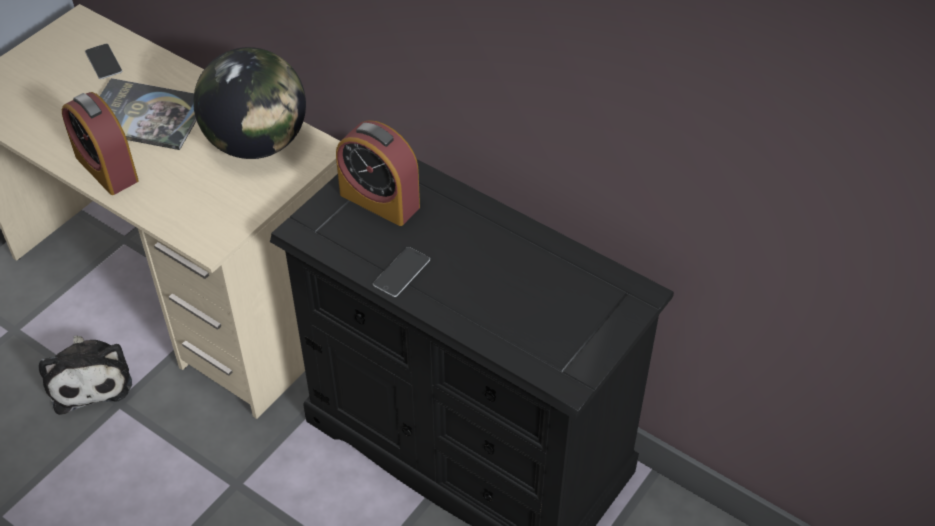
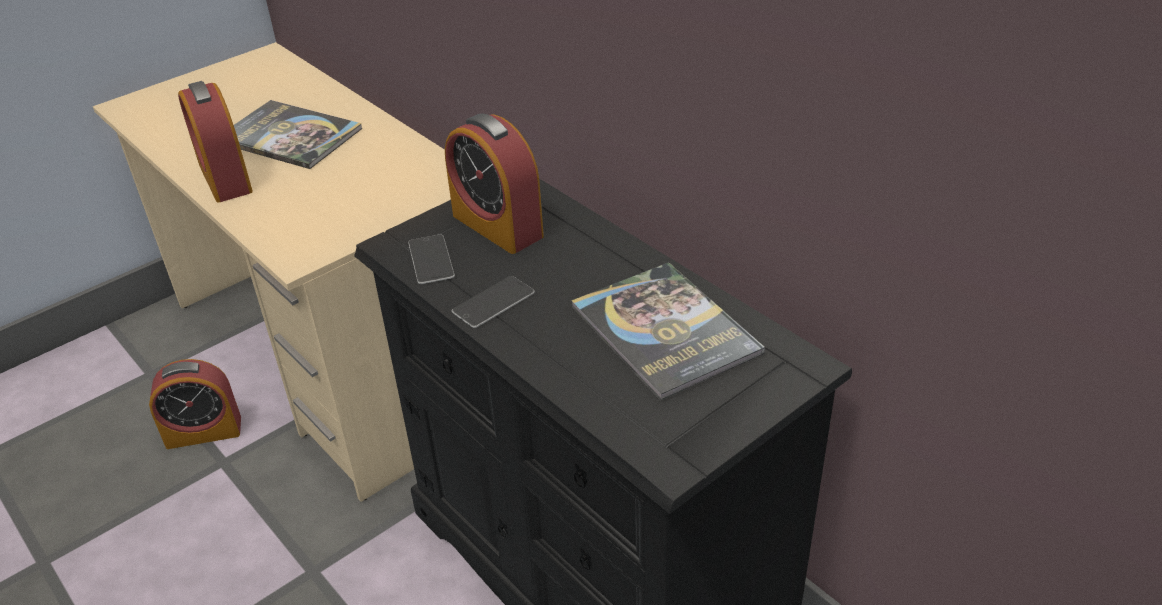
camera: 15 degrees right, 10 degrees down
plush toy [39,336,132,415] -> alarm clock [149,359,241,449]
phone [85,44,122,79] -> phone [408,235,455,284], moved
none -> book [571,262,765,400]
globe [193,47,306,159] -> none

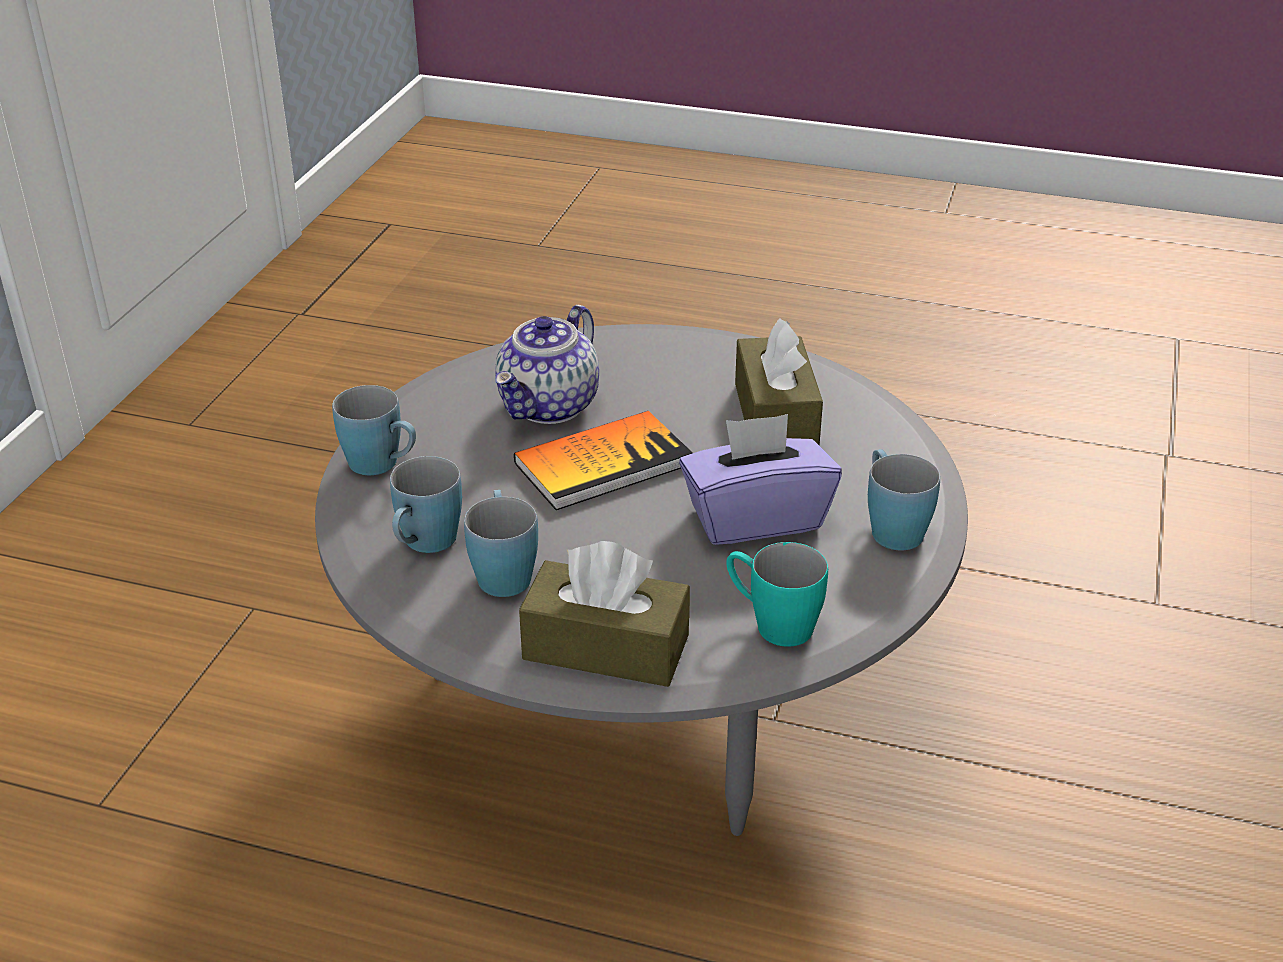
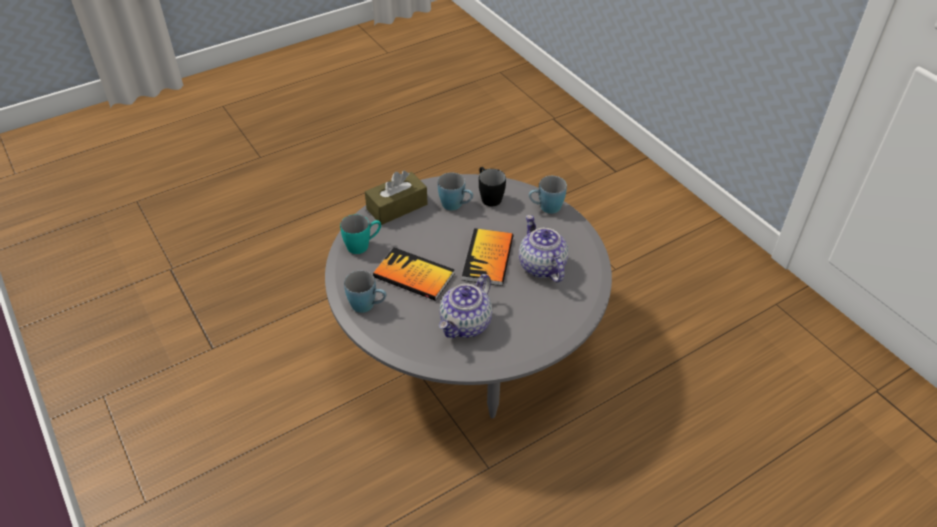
camera: 130 degrees right, 10 degrees up
tissue box in purple [679,414,842,545] -> book [373,248,455,301]
tissue box in brown [735,318,823,445] -> teapot [439,274,492,338]
mug in blue [390,456,462,553] -> mug in black [479,167,506,206]

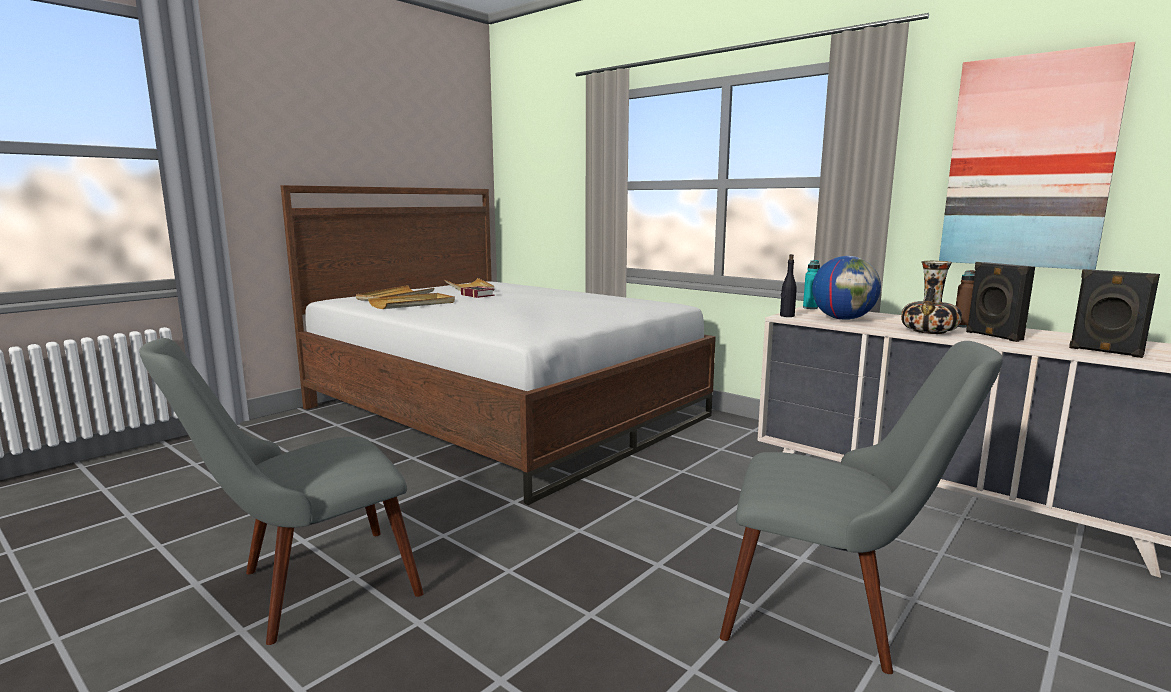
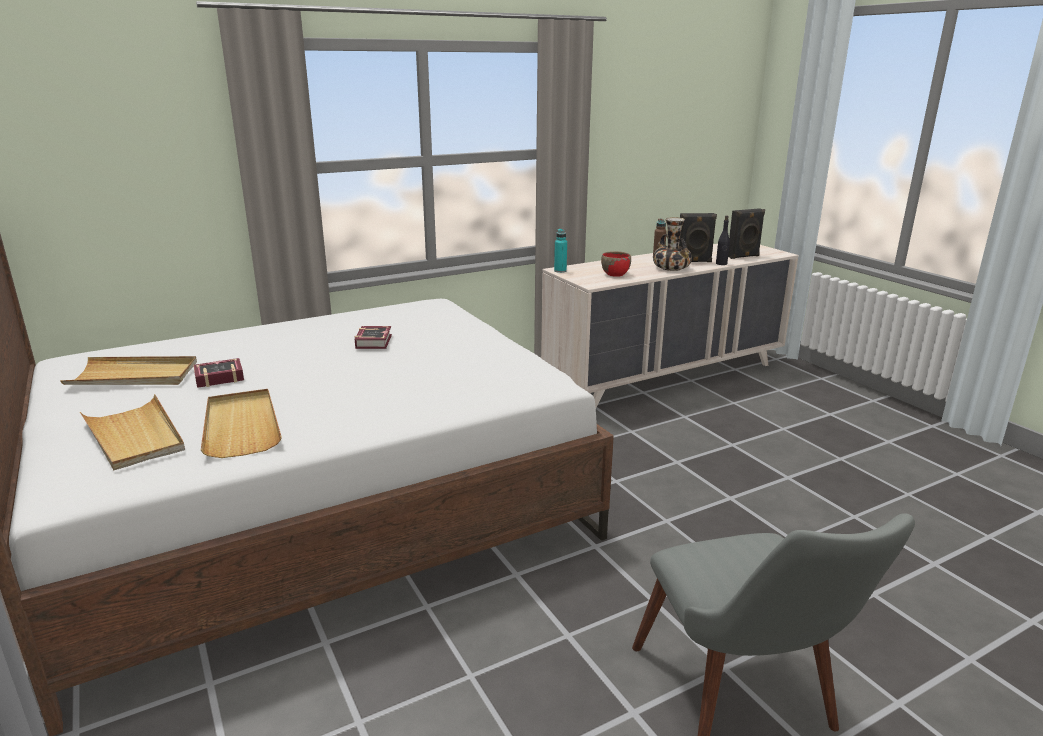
camera: 70 degrees left, 10 degrees up
none -> book [355,326,392,349]
globe [812,256,881,320] -> bowl in red [601,251,631,277]
bottle in black [780,254,797,317] -> bottle in black [716,215,730,265], moved
chair in grey [720,341,1003,674] -> none
picture [939,42,1135,270] -> none

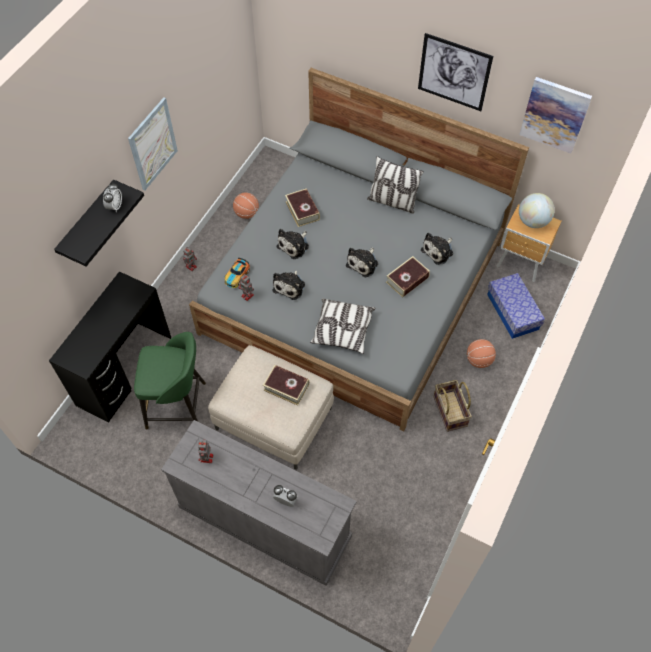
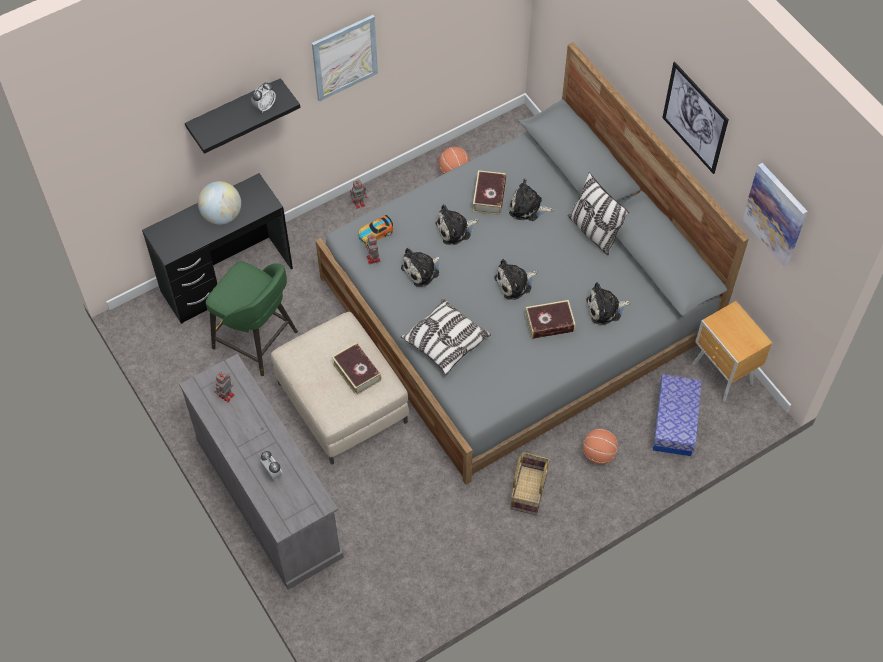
camera: 30 degrees right, 0 degrees up
globe [519,193,555,228] -> globe [198,181,241,225], moved
none -> plush toy [509,179,554,221]

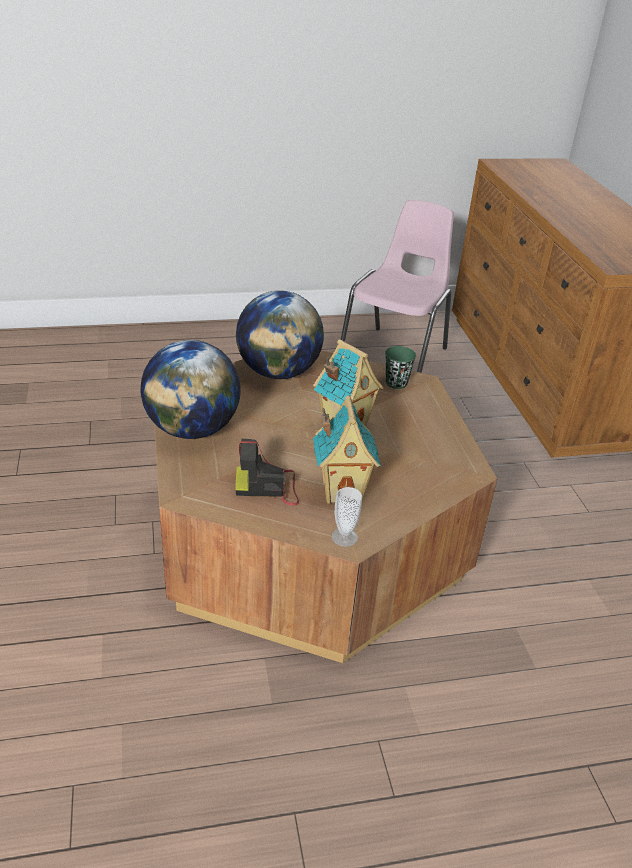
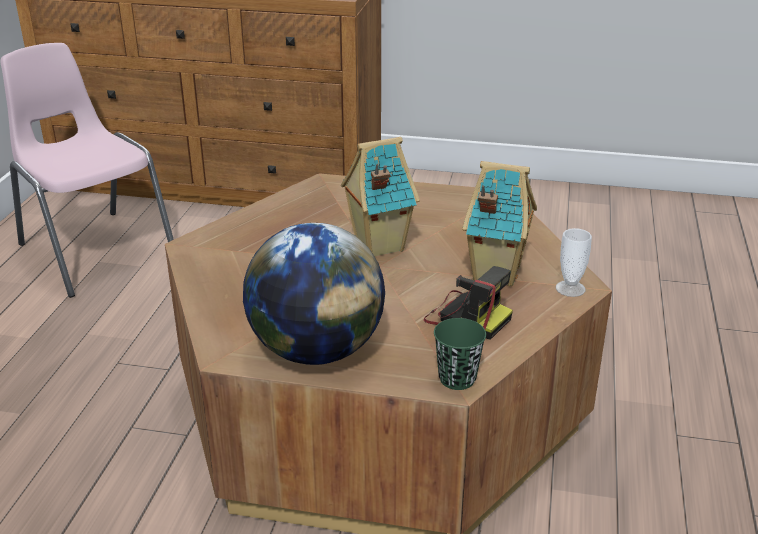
camera: 65 degrees left, 5 degrees down
photo camera [235,439,299,506] -> photo camera [424,266,513,340], 75 degrees counterclockwise
cup in green [385,346,416,389] -> cup in green [434,318,486,390], moved
globe [236,290,324,379] -> none

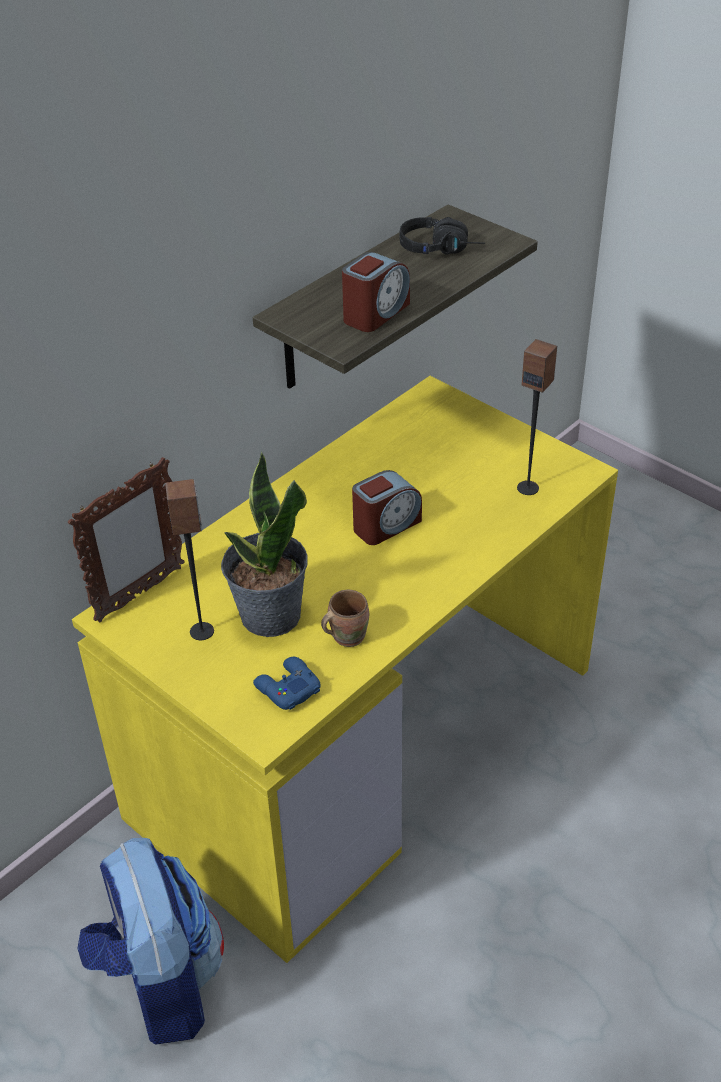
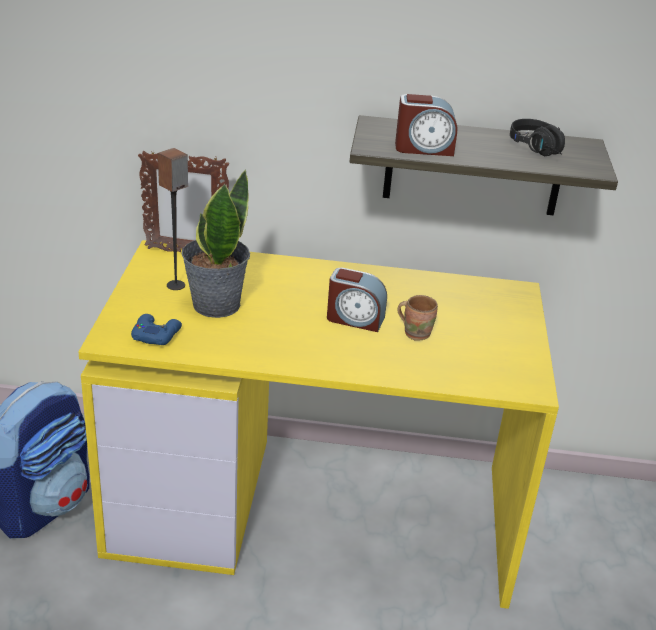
camera: 50 degrees right, 10 degrees down
mug in brown [321,590,369,647] -> mug in brown [398,295,438,341], moved
speaker [517,339,557,495] -> none

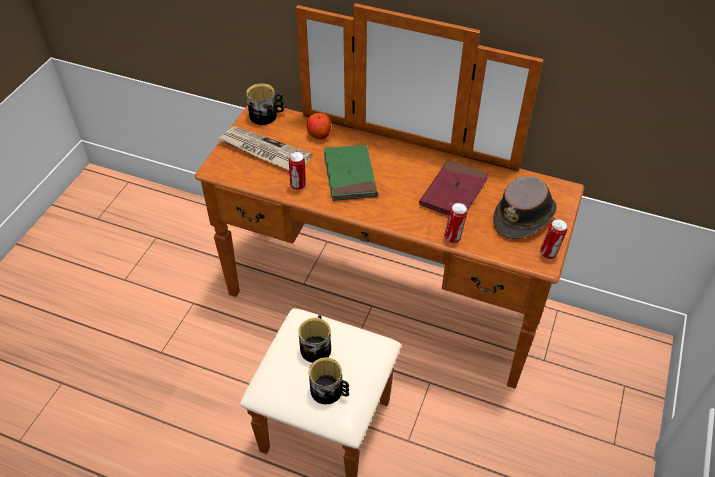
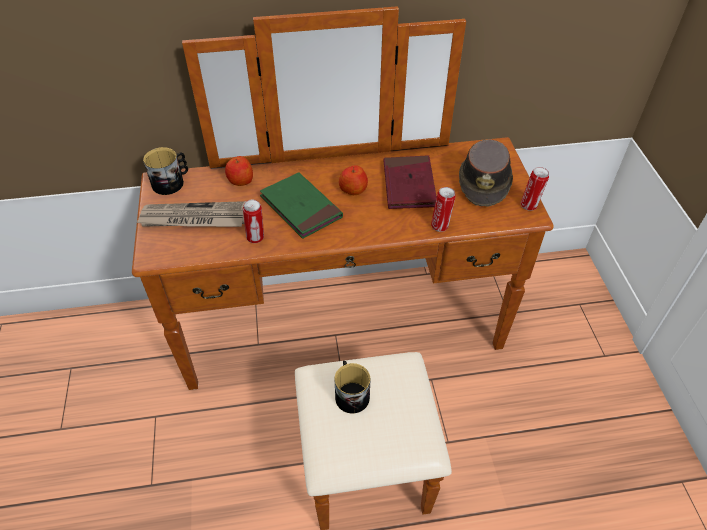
camera: 30 degrees left, 0 degrees up
none -> apple [339,165,368,195]
mug [309,357,349,404] -> none

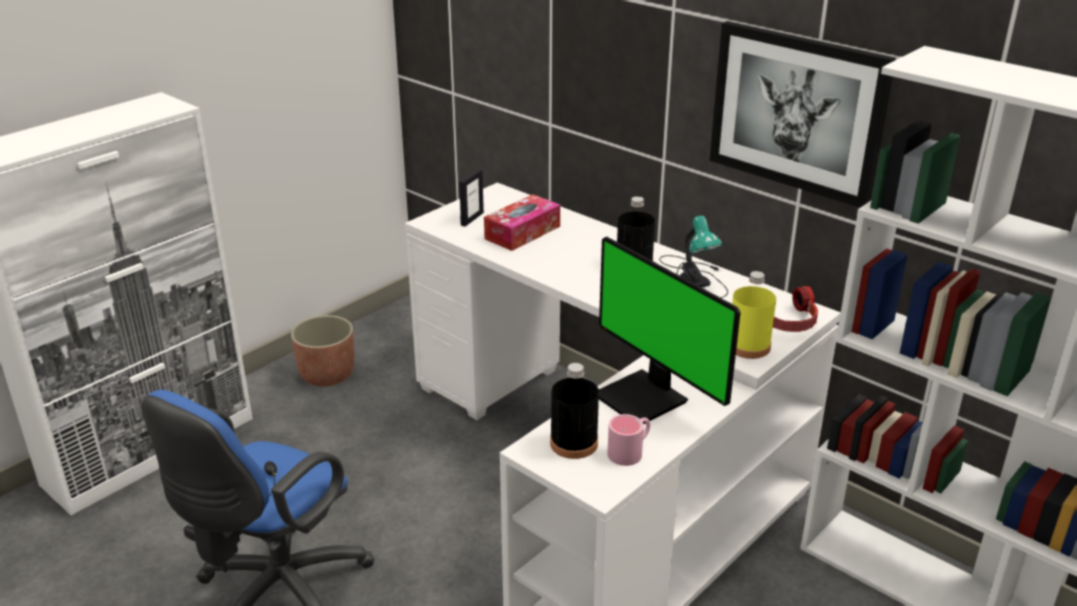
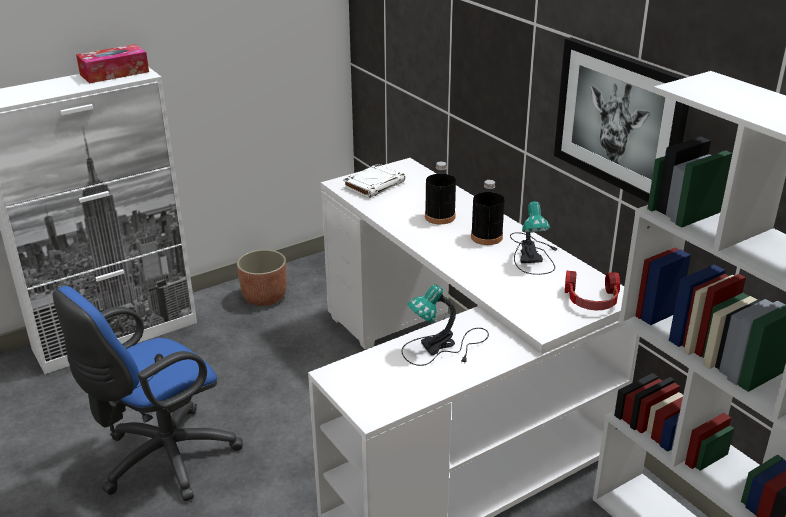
camera: 15 degrees right, 0 degrees up
tissue box [484,194,560,251] -> tissue box [76,44,149,84], moved
picture frame [459,169,484,227] -> book in white [343,164,405,198]
monitor [599,237,741,424] -> table lamp [401,285,489,366]
bottle in black [550,363,599,459] -> bottle in black [425,161,456,224], moved
mug in pink [607,414,650,466] -> none
bottle in yellow [732,271,776,359] -> none

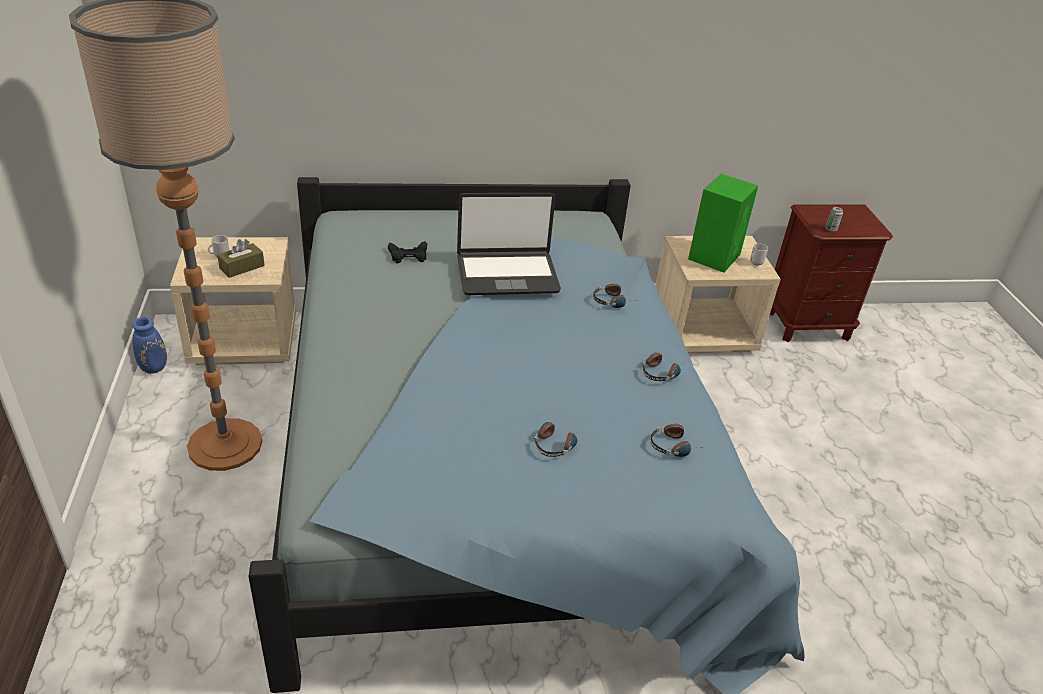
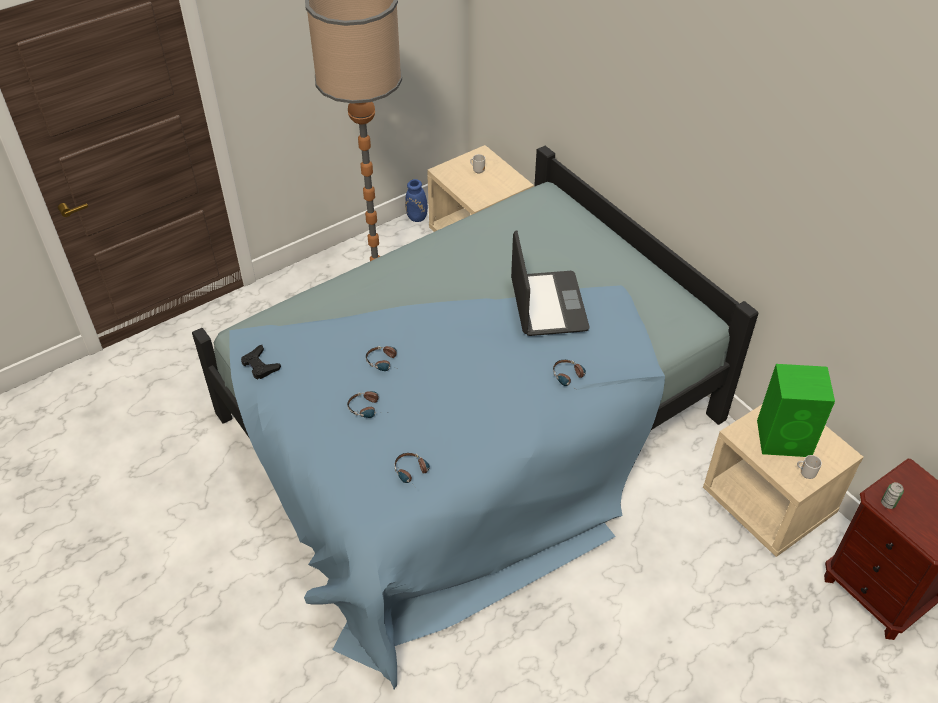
camera: 65 degrees right, 10 degrees up
game controller in black [388,241,427,263] -> game controller in black [241,345,281,380], moved
headphones [642,352,688,381] -> headphones [366,346,399,371], moved
laptop [457,193,561,295] -> laptop [511,230,590,336], 150 degrees counterclockwise
tissue box in brown [217,239,265,278] -> none

